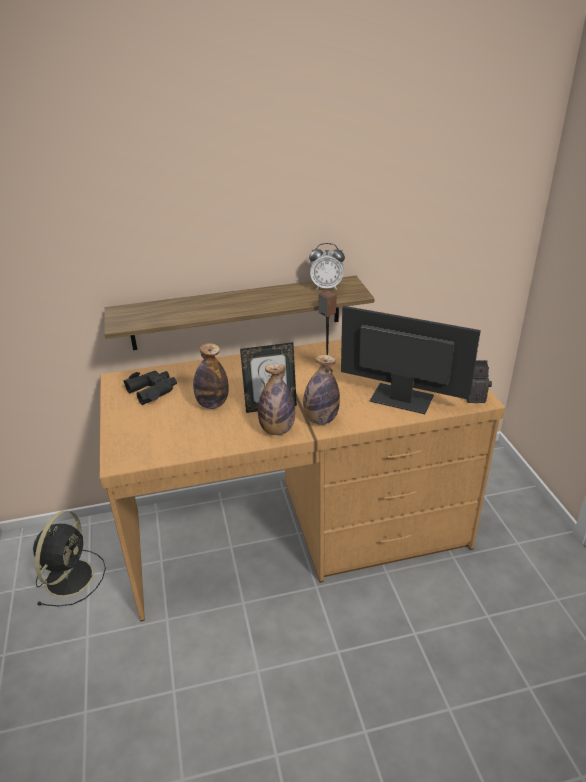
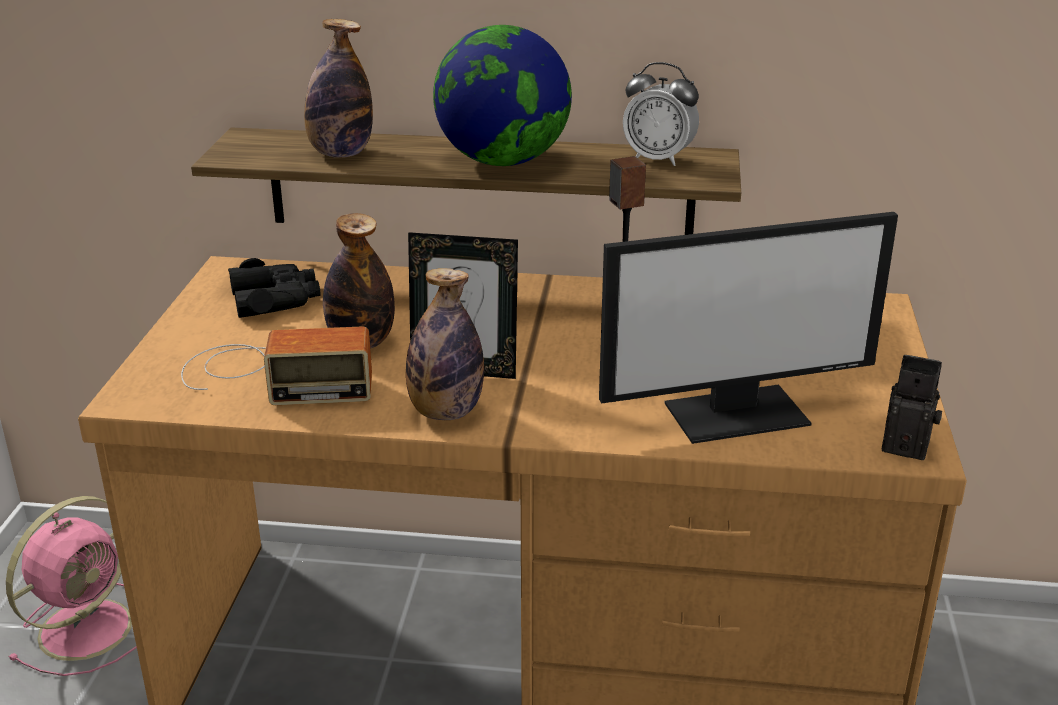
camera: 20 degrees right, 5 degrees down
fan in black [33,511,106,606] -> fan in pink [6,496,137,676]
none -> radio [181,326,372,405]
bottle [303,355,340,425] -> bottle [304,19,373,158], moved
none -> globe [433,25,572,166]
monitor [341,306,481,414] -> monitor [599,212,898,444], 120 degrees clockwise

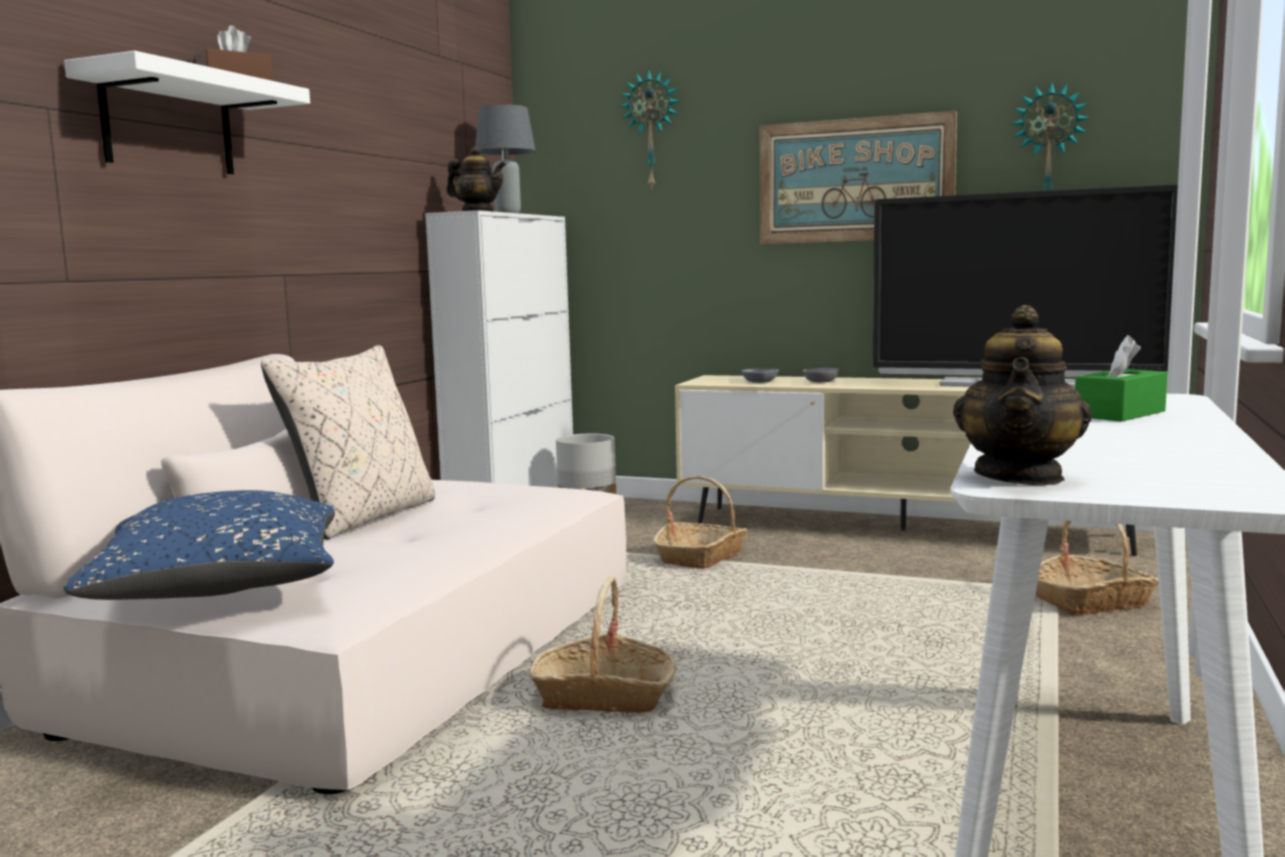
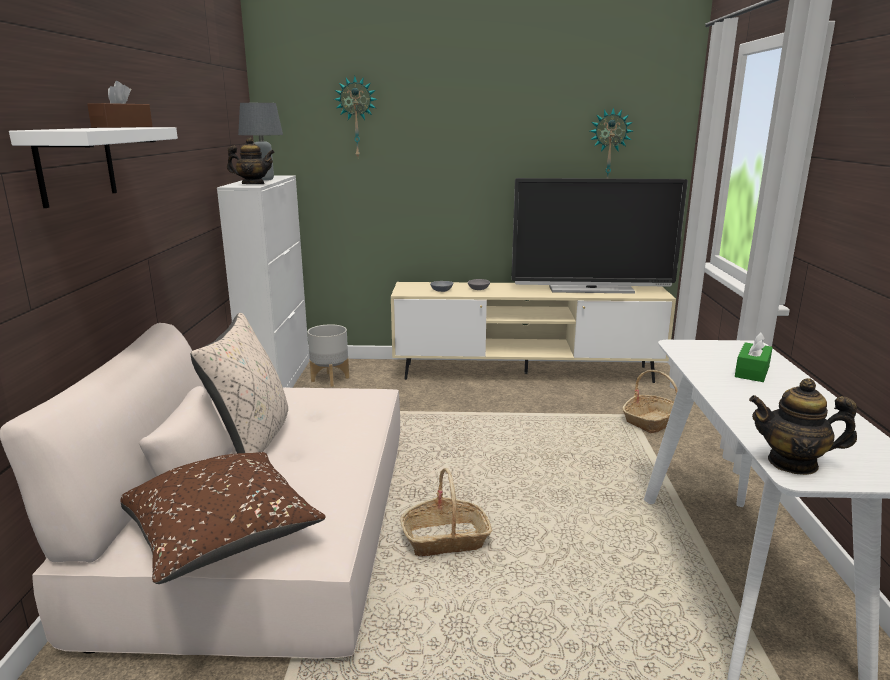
camera: 20 degrees left, 10 degrees up
pillow in blue [64,490,335,600] -> pillow in brown [121,452,326,584]
teapot [953,305,1092,485] -> teapot [749,378,857,475], 105 degrees clockwise
basket [653,476,748,569] -> none
picture [759,111,957,244] -> none

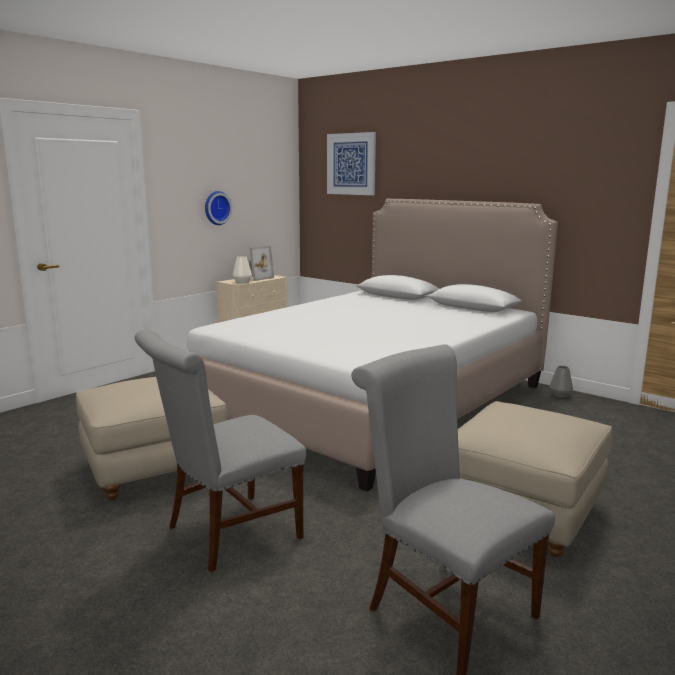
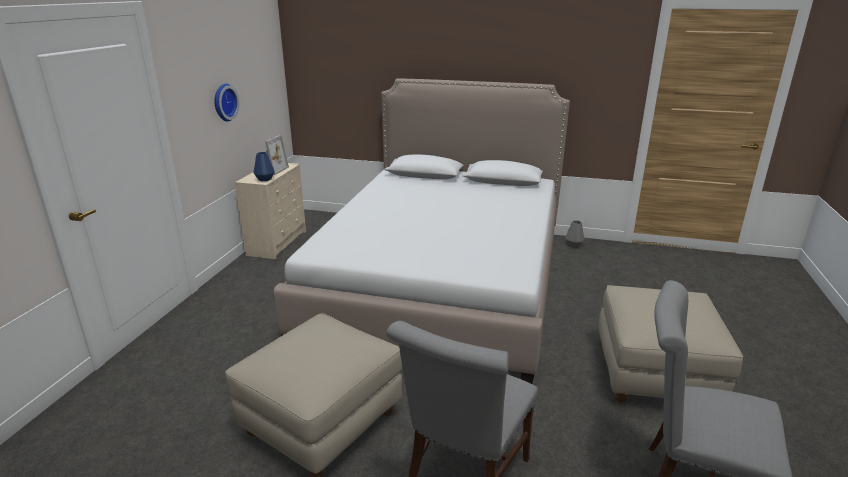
camera: 25 degrees left, 10 degrees up
vase in white [233,256,252,283] -> vase in blue [254,152,275,181]
picture [327,132,376,195] -> none

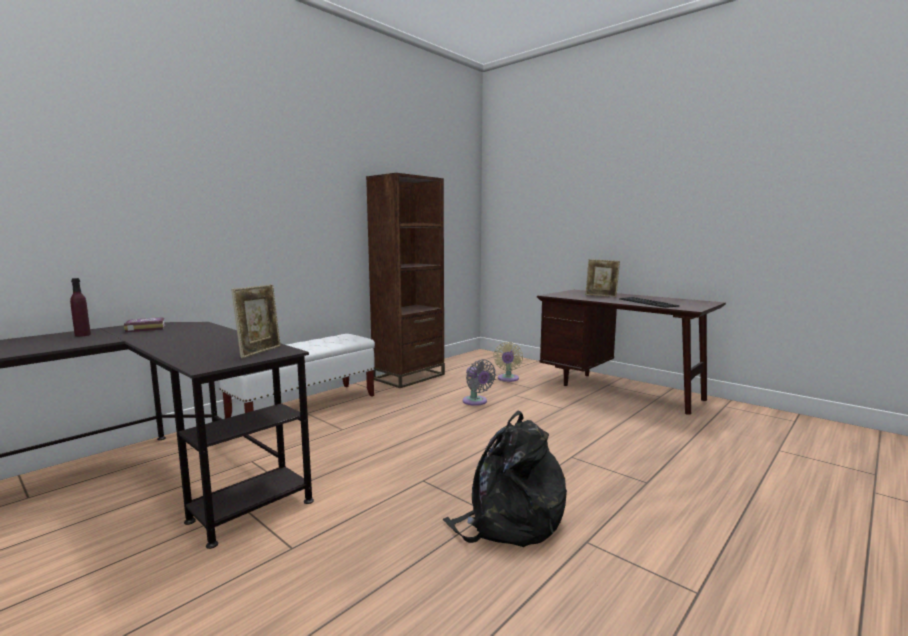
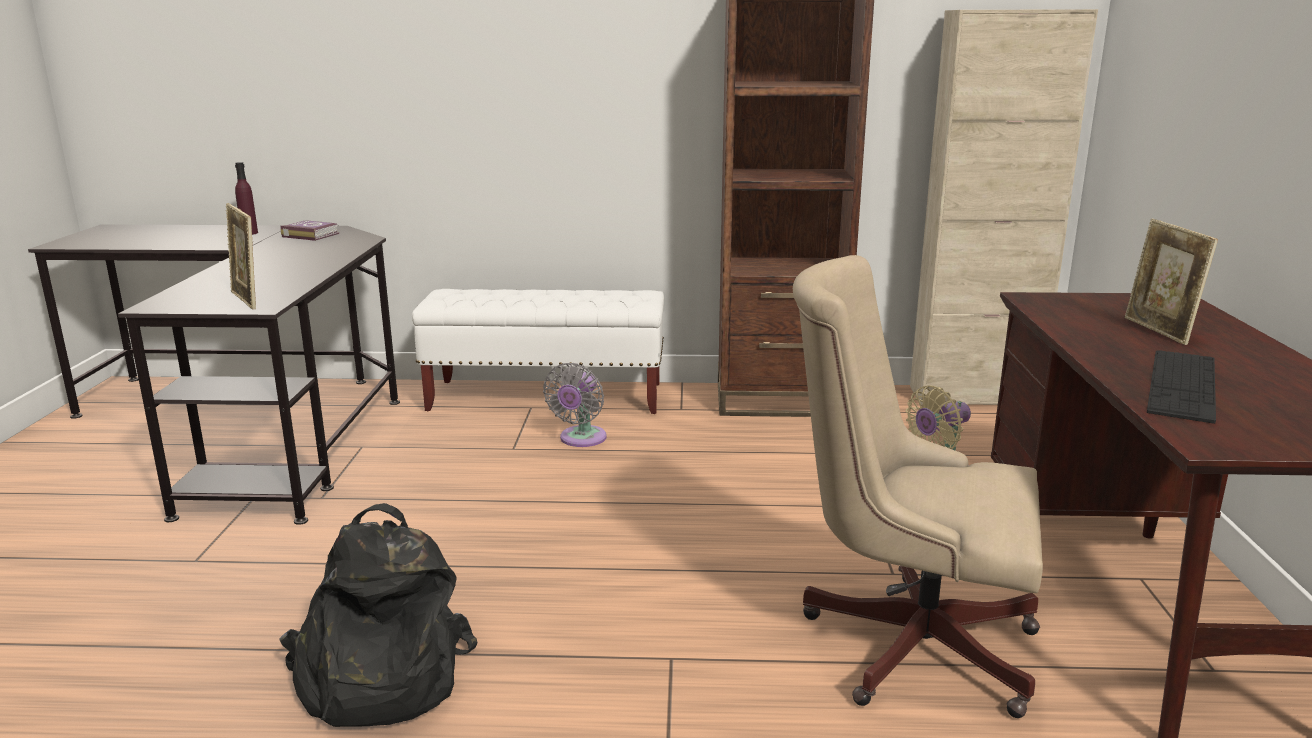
camera: 50 degrees right, 10 degrees up
picture frame [231,285,281,358] -> picture frame [226,203,256,310], 75 degrees clockwise
fan in grey [463,359,496,406] -> fan in grey [543,363,607,447], moved
none -> office chair in beige [793,255,1043,718]
none -> cabinet in beige [910,9,1098,405]

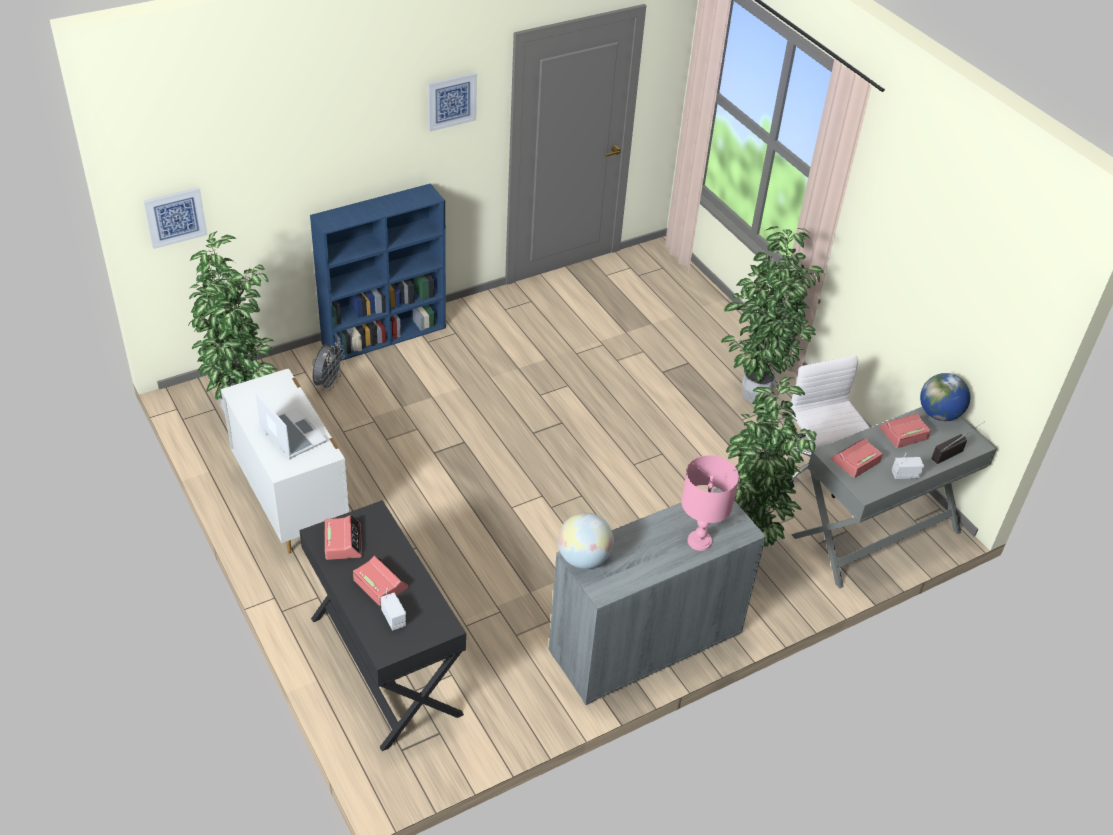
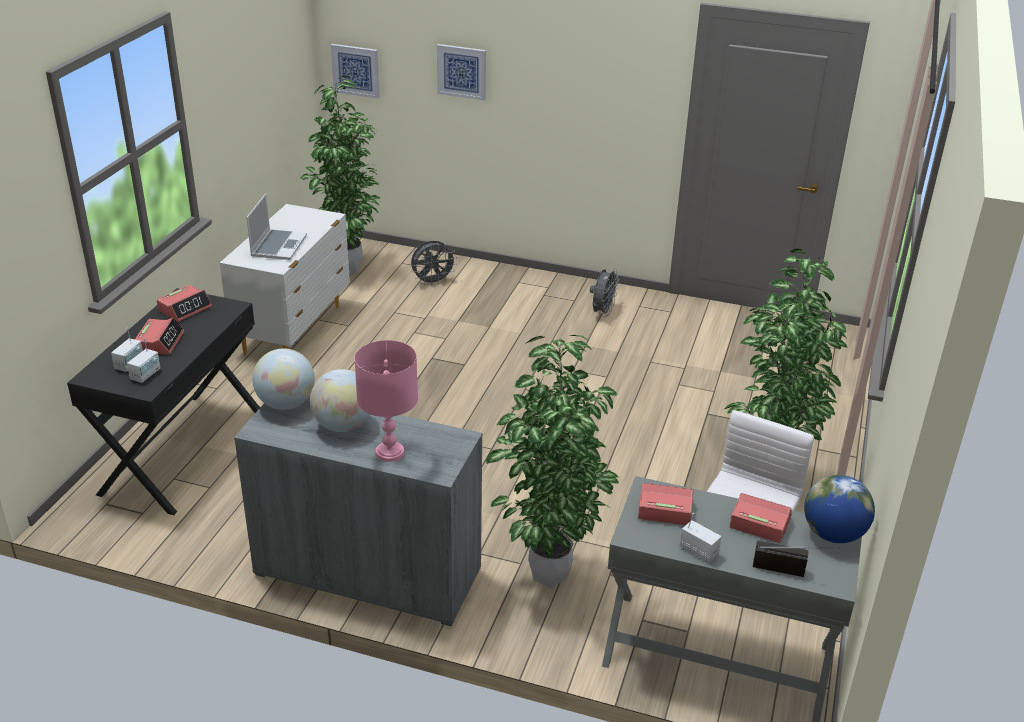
camera: 50 degrees right, 10 degrees down
none -> radio [127,338,161,383]
none -> globe [310,369,370,432]
picture [428,72,477,132] -> picture [437,44,486,100], moved
none -> fan in grey [590,268,619,317]
bookcase in blue [310,184,446,360] -> none

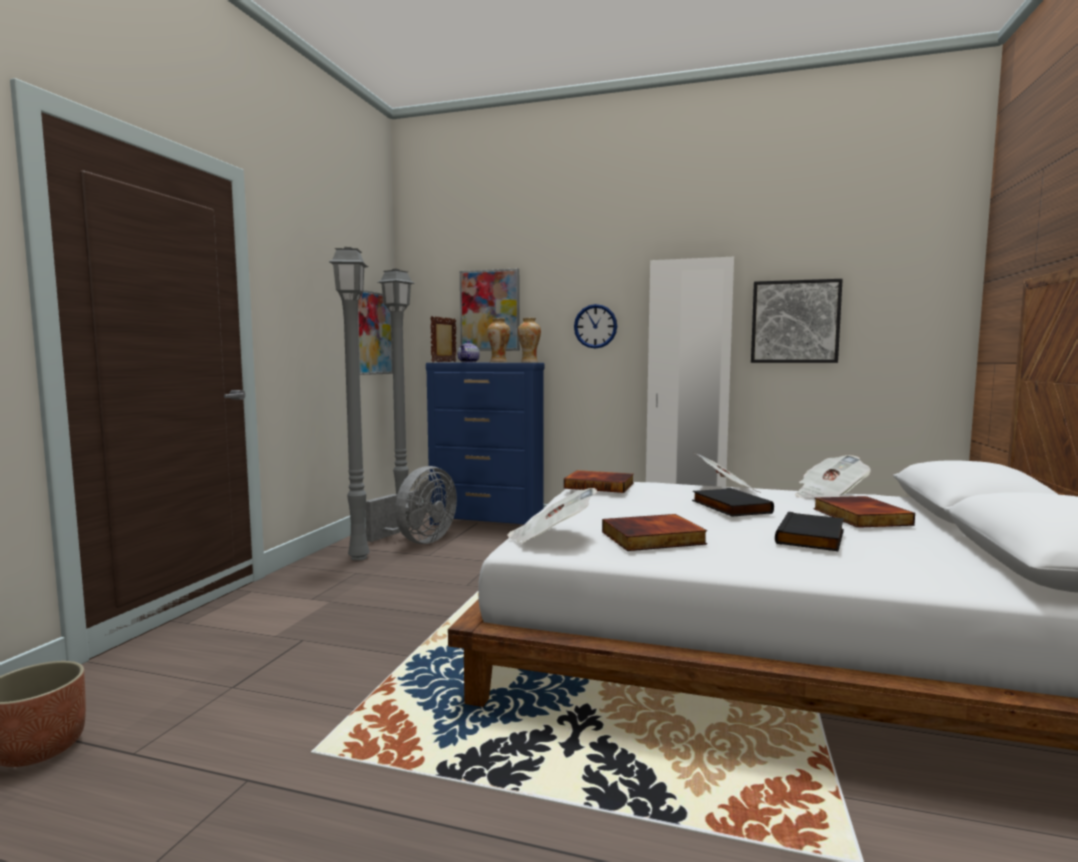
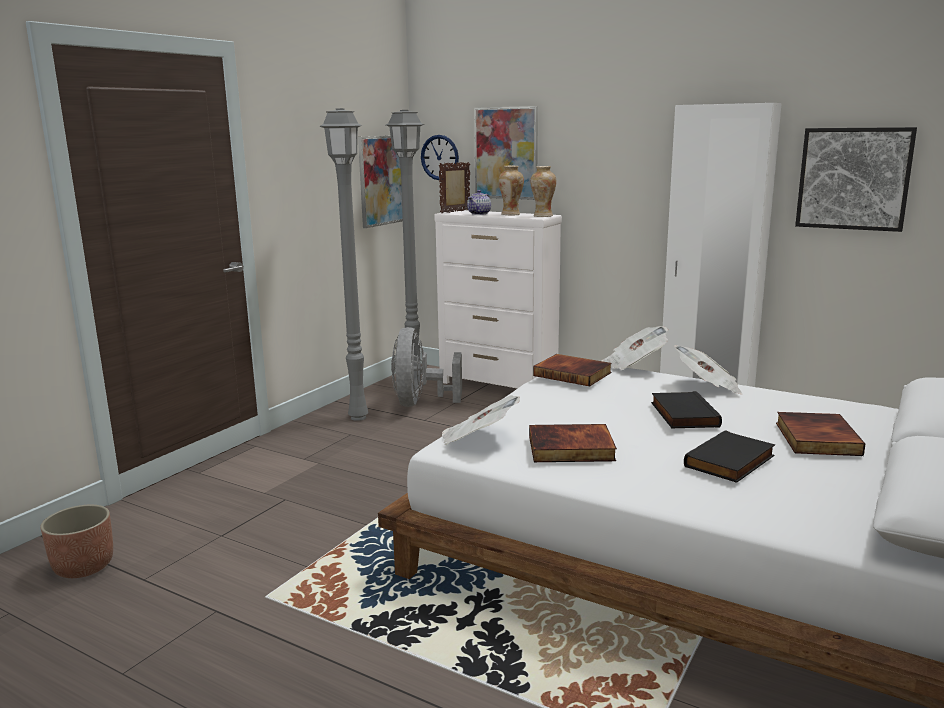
camera: 15 degrees right, 10 degrees up
fan in grey [365,466,457,544] -> fan in grey [391,327,462,407], 135 degrees clockwise
wall clock [574,304,617,349] -> wall clock [421,135,459,180], moved
dresser in blue [426,363,544,525] -> dresser in white [434,210,562,389]
newspaper [795,455,871,499] -> newspaper [602,326,669,369], moved

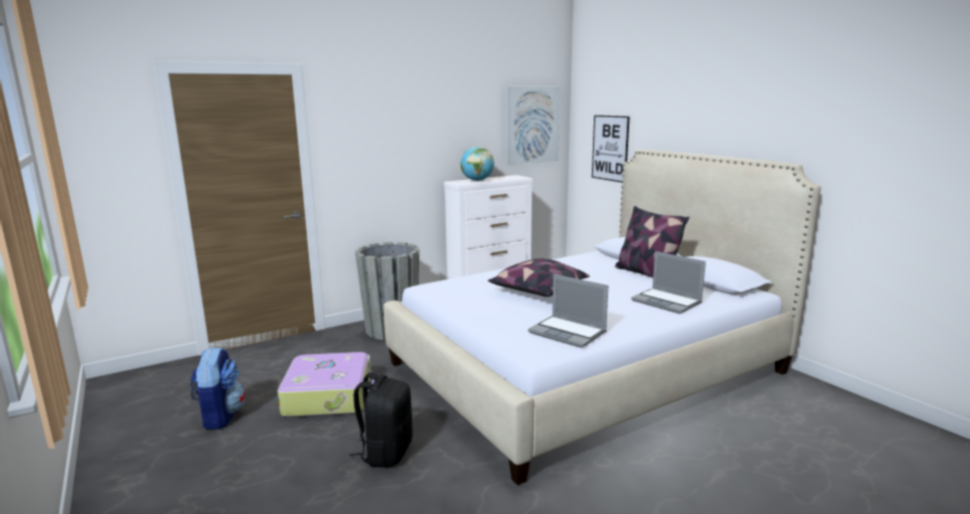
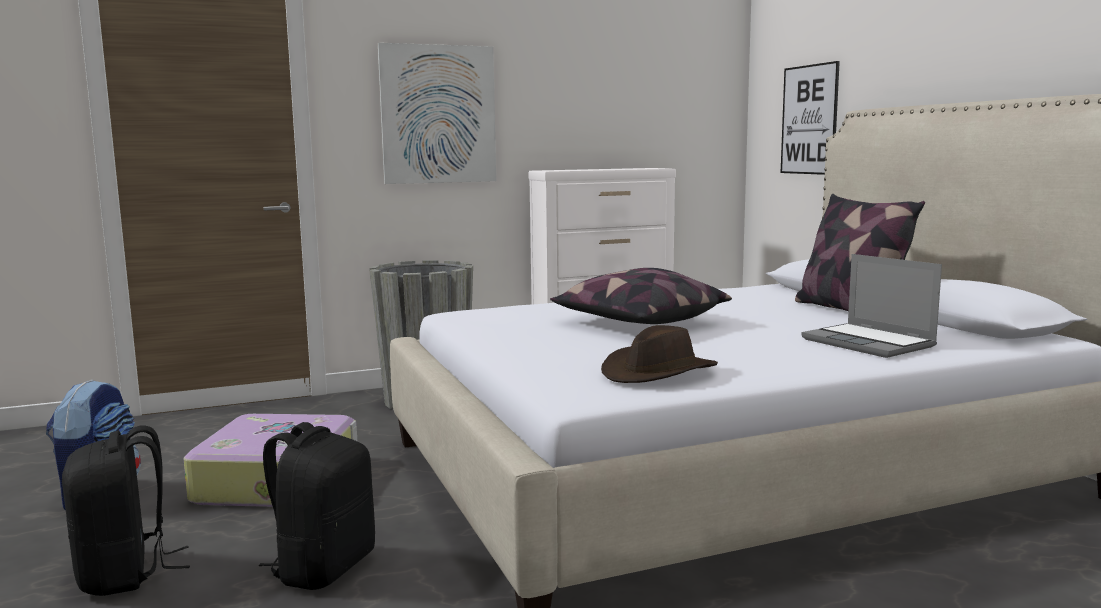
camera: 10 degrees right, 5 degrees down
none -> backpack in black [62,426,190,596]
picture [506,87,560,165] -> picture [378,43,496,184], moved
laptop [528,274,608,348] -> hat in brown [601,325,718,383]
globe [461,147,494,181] -> none

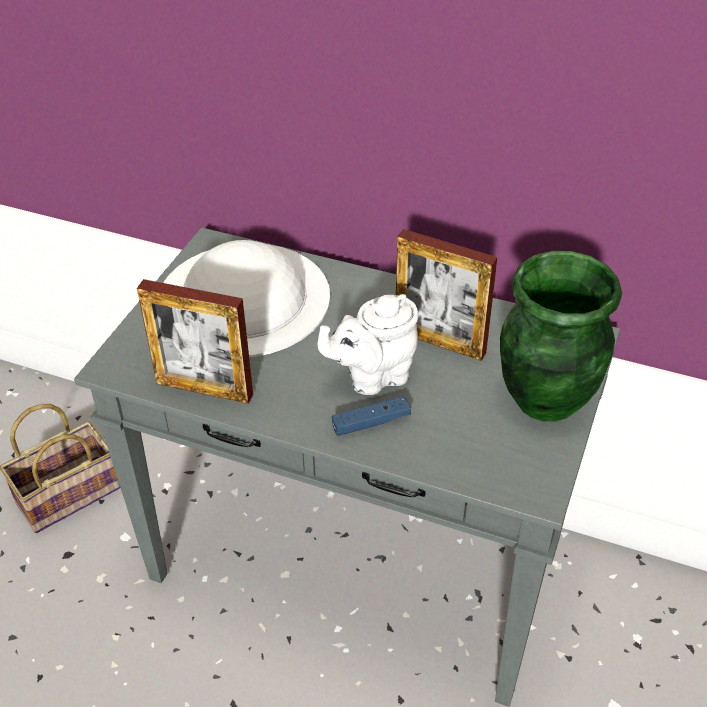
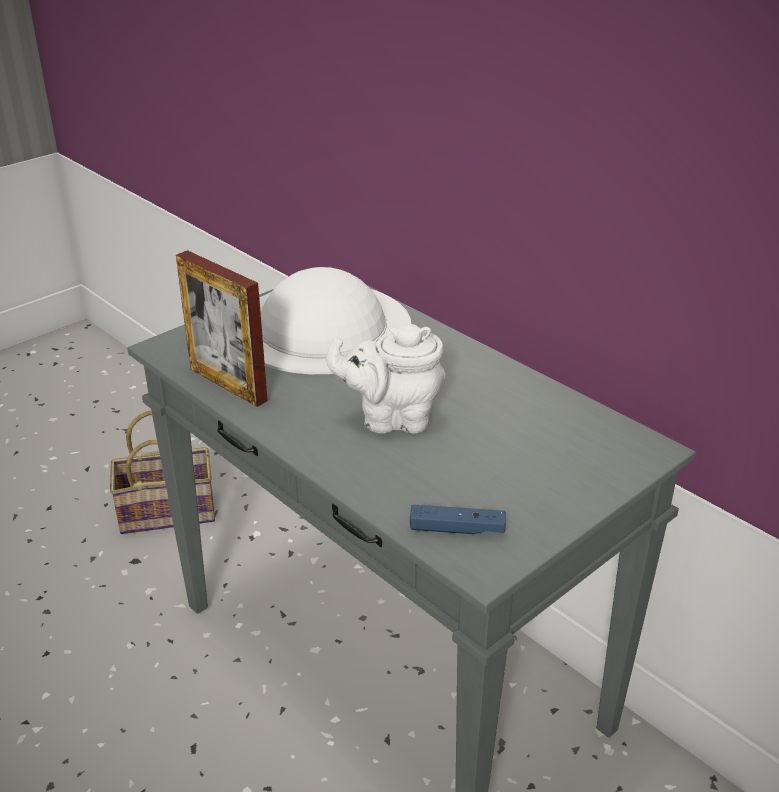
camera: 25 degrees right, 10 degrees down
game controller in blue [332,397,411,436] -> game controller in blue [410,504,506,534], moved
picture frame [396,229,498,361] -> none
vase in green [500,251,622,422] -> none

